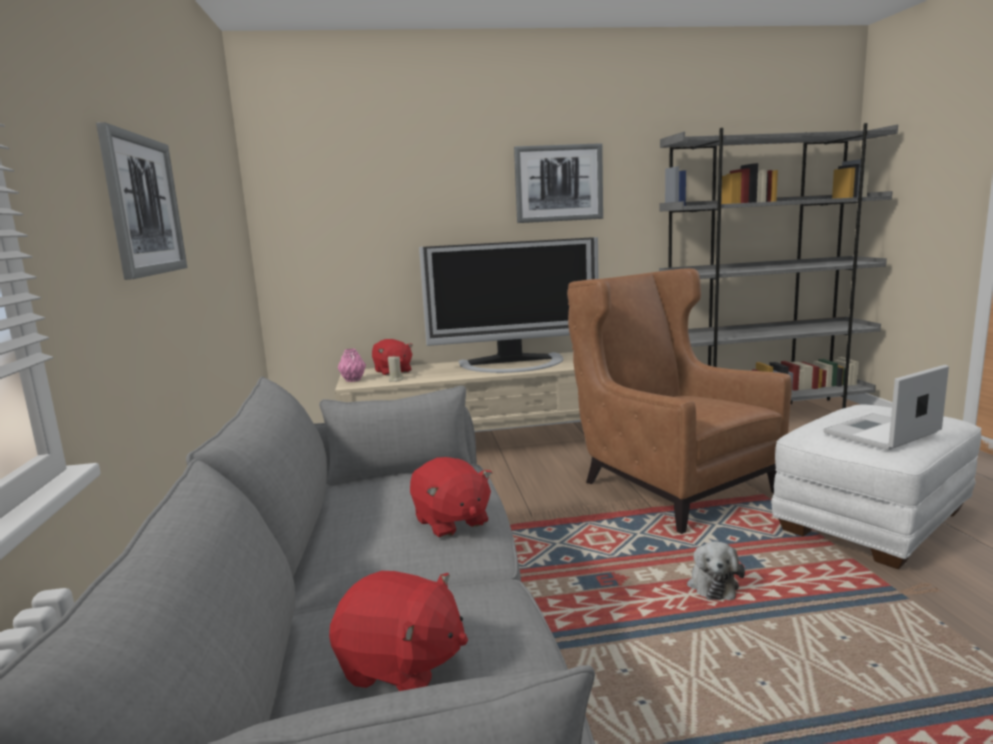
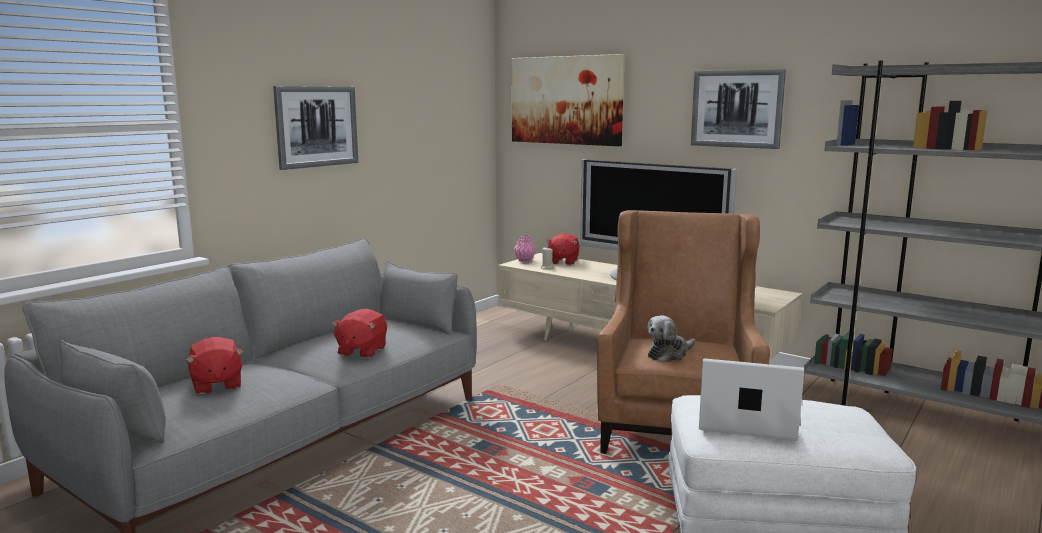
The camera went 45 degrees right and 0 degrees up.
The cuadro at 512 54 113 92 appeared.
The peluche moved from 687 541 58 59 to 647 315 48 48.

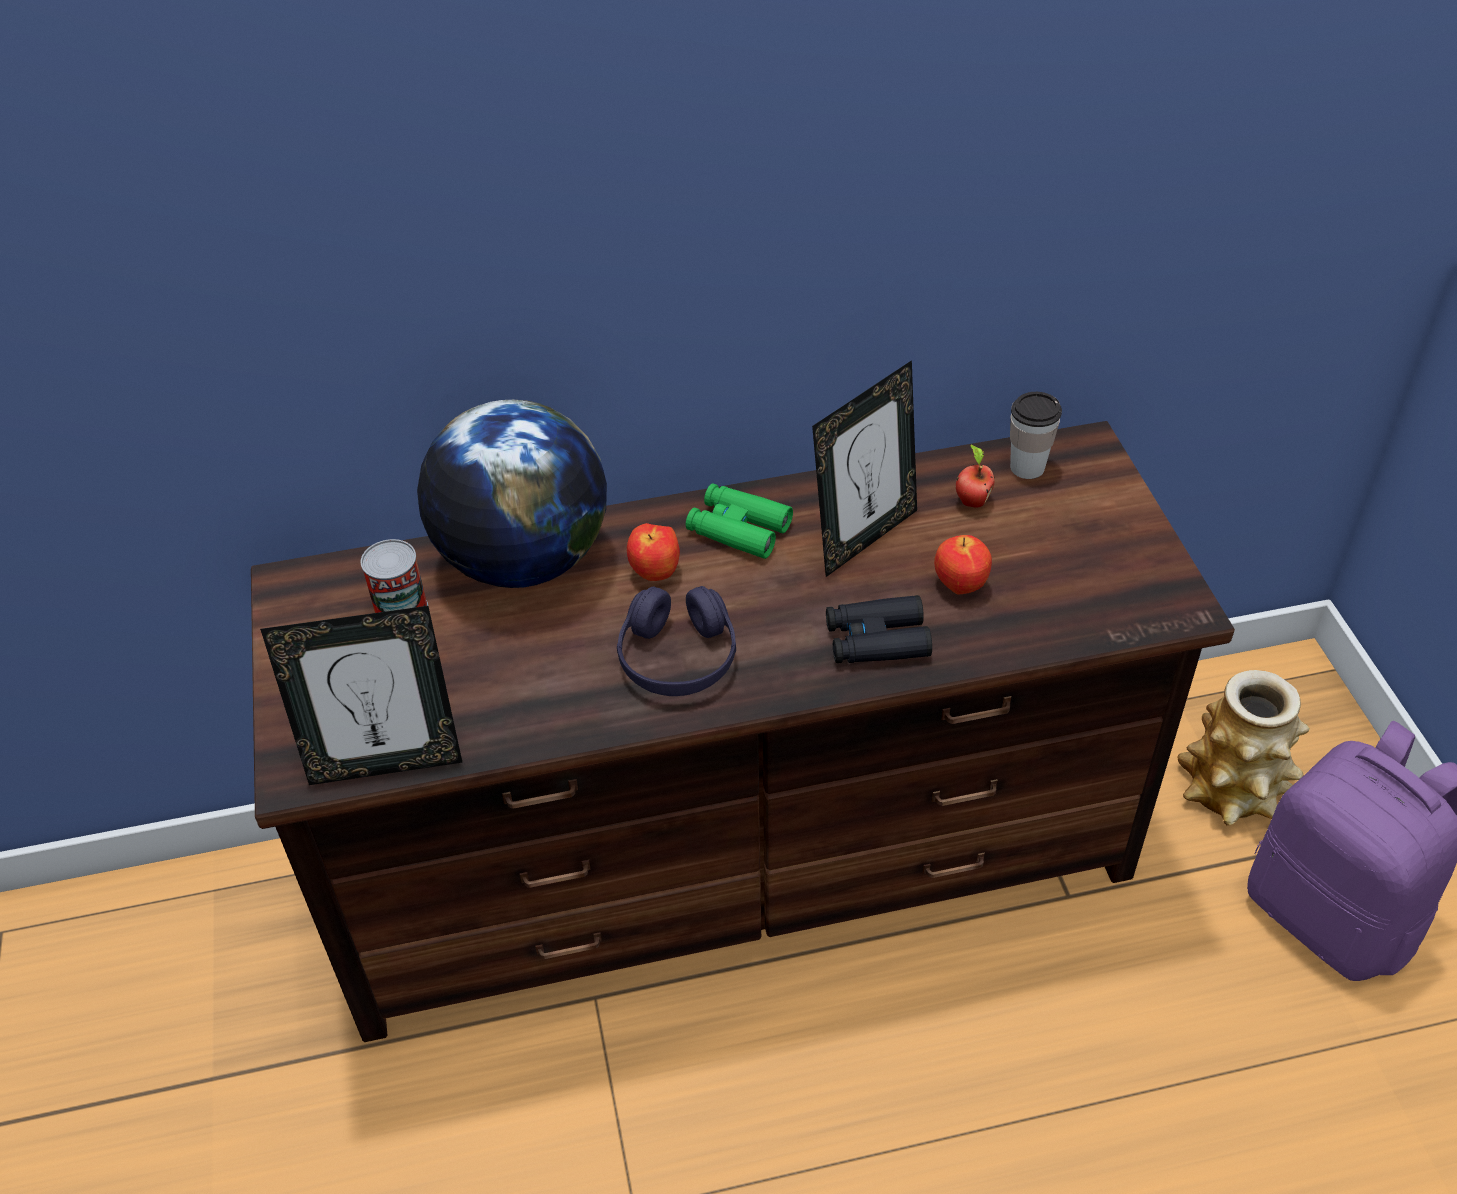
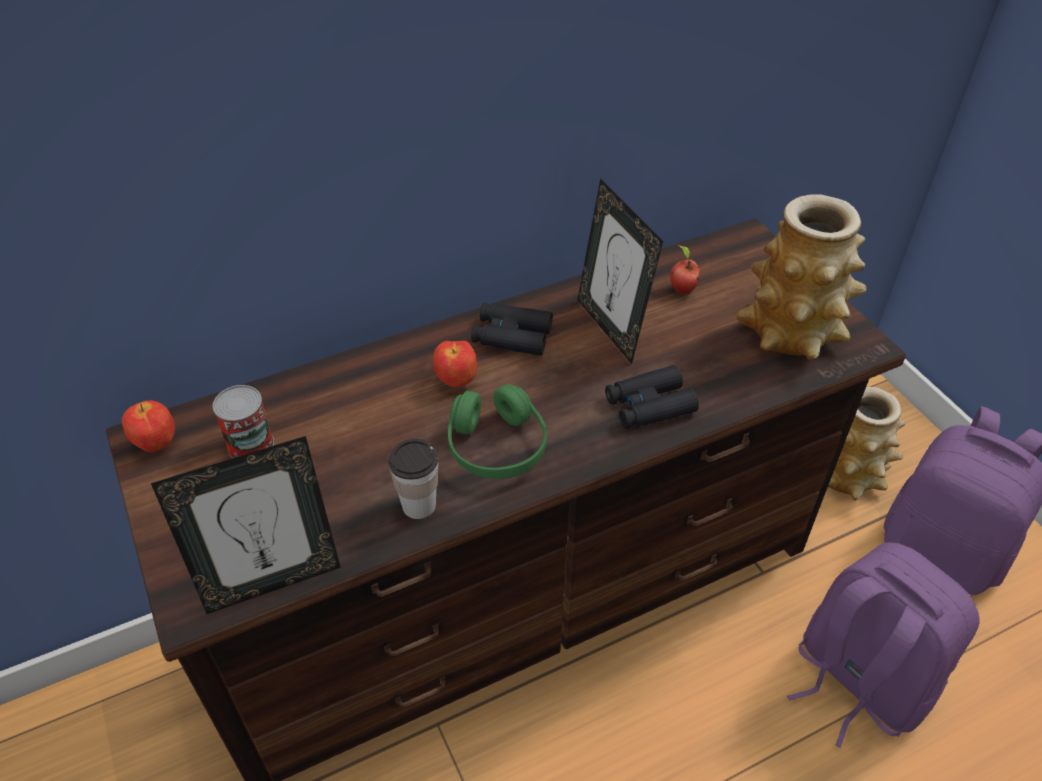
The camera went 15 degrees left and 0 degrees up.
The manzana moved from 934 535 58 60 to 122 400 53 52.
The taza moved from 1010 392 52 87 to 388 439 50 80.
The auriculares/morado at 617 586 119 110 became the auriculares/verde at 448 384 99 95.
The prismáticos/verde at 686 483 107 76 became the prismáticos/negro at 471 303 82 53.
The portarretratos at 812 360 105 217 turned 120 degrees clockwise.
The florero at 736 194 130 166 appeared.
The mochila/morado at 787 542 193 206 appeared.
The globo terráqueo at 417 400 190 188 disappeared.

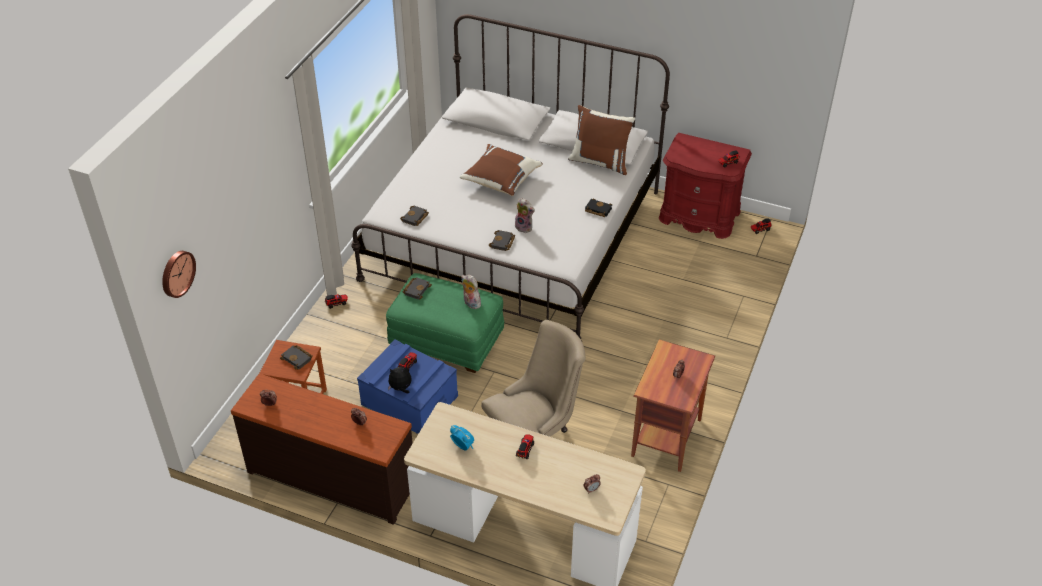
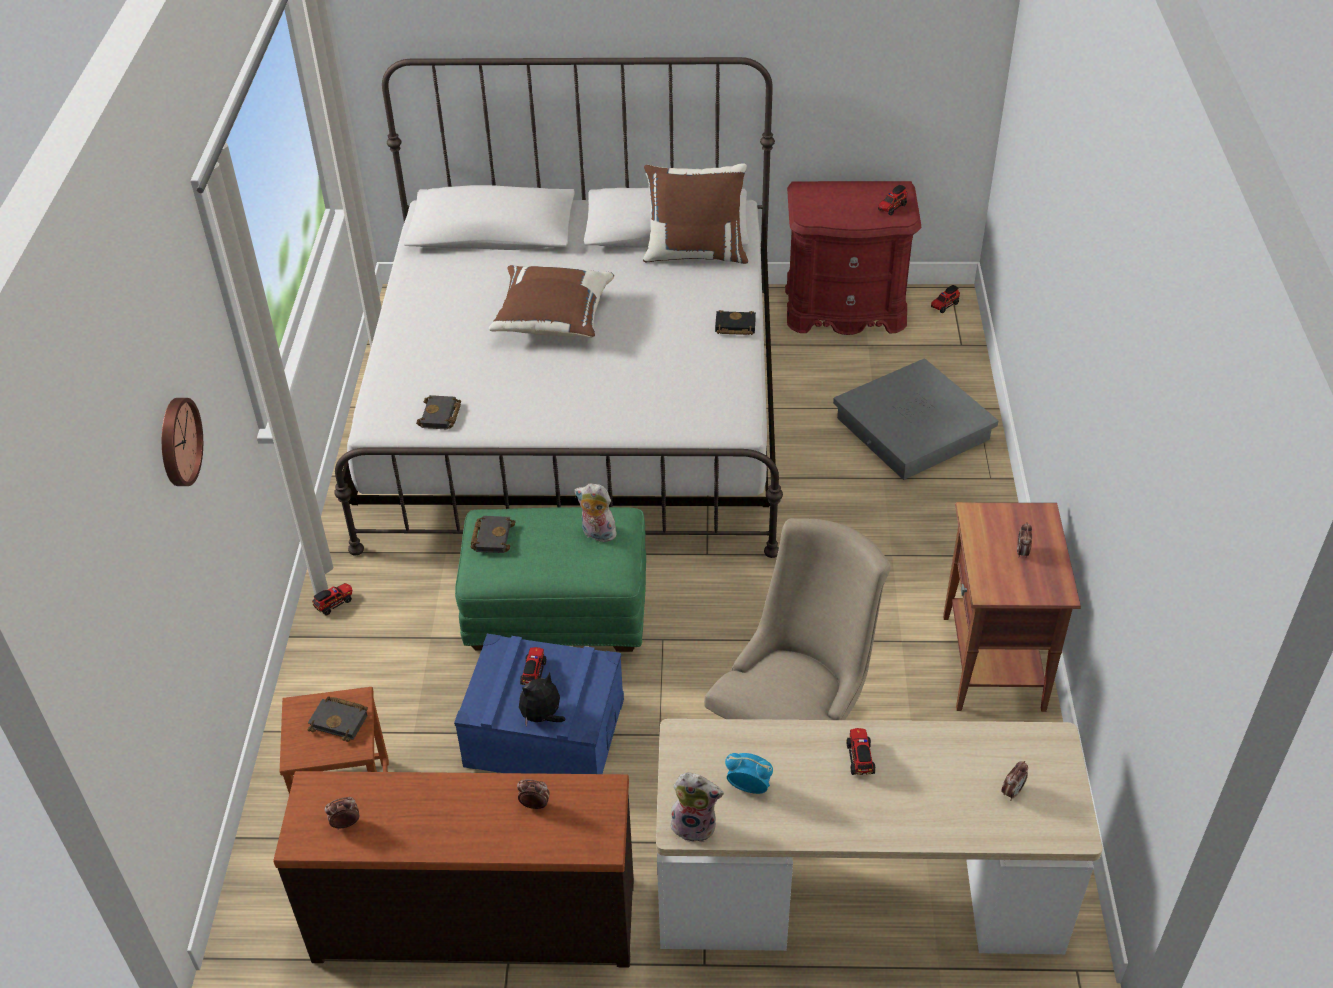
The camera went 20 degrees left and 0 degrees up.
The reloj de pared moved from 162 251 34 47 to 162 398 41 88.
The peluche moved from 515 198 20 35 to 668 772 56 70.
The caja de almacenaje/gris at 833 358 165 122 appeared.
The libro/negro at 489 230 26 21 disappeared.

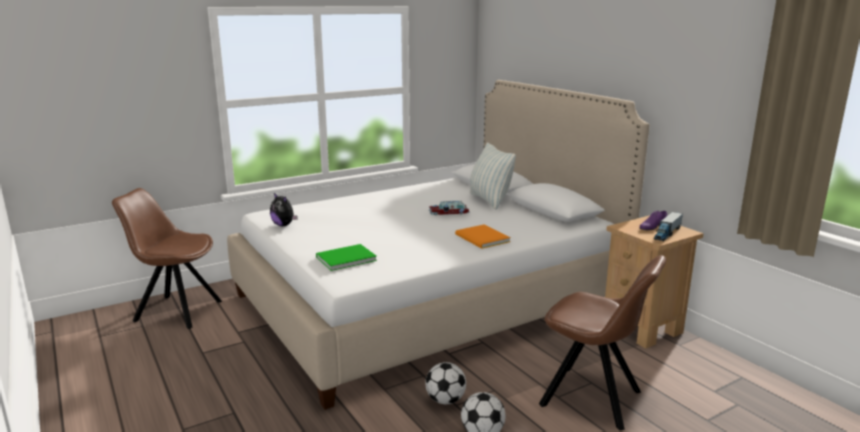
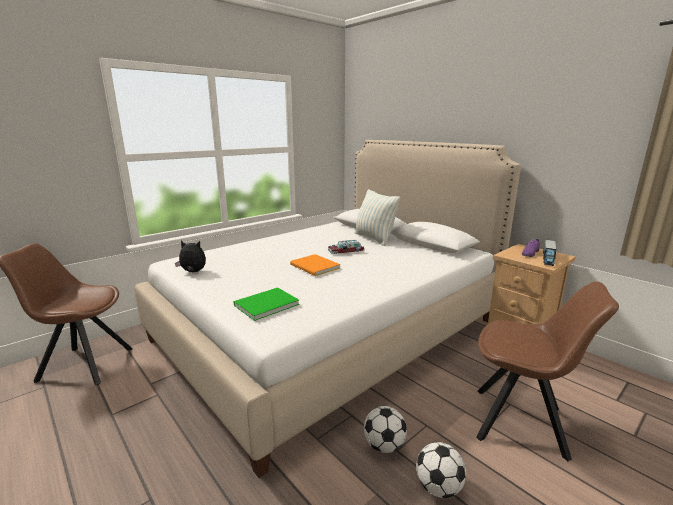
The camera went 10 degrees left and 0 degrees up.
The peluche at 270 193 27 33 turned 150 degrees clockwise.
The libro/naranja moved from 455 225 56 24 to 290 254 50 22.

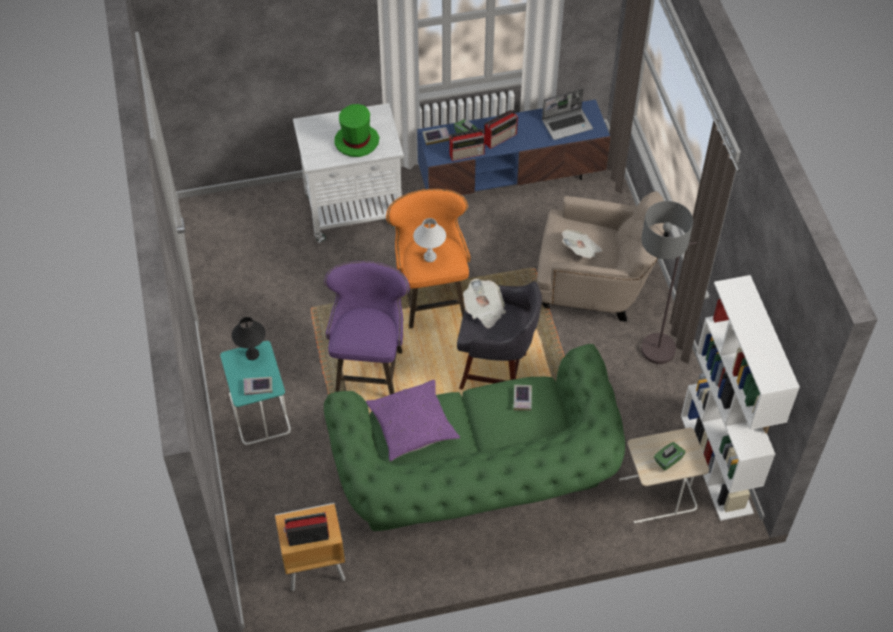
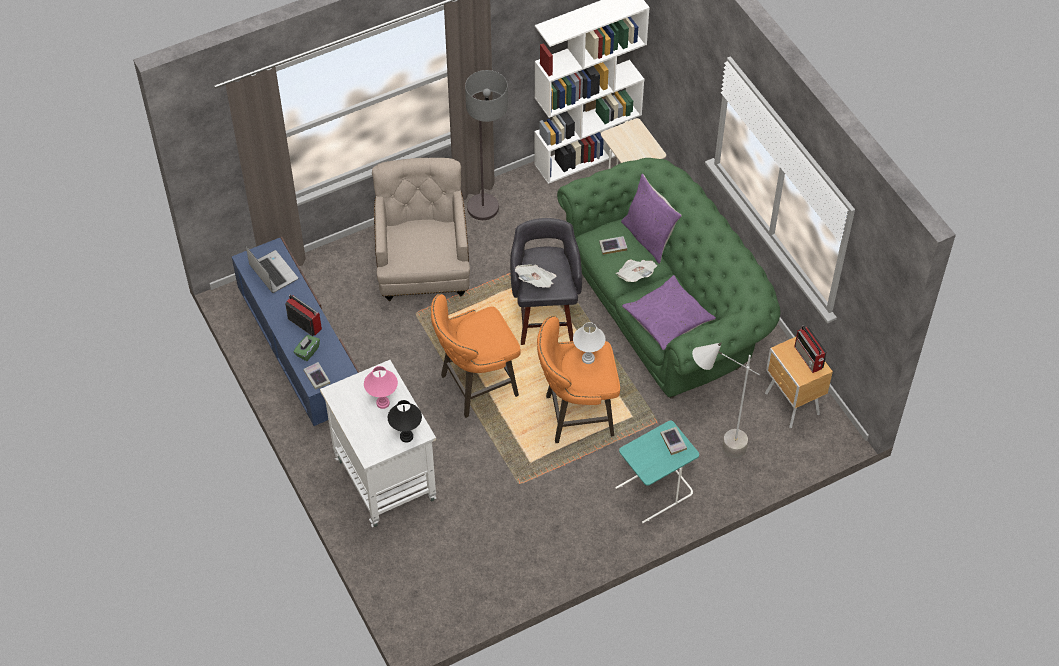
The camera went 105 degrees left and 0 degrees up.
The sombrero/verde at 334 104 45 53 was replaced by the lámpara de mesa/rosa at 364 366 34 43.
The lámpara de mesa/negro moved from 232 317 34 43 to 388 400 34 43.
The taburete/morado at 324 261 86 134 became the taburete/naranja at 537 316 83 127.
The lámpara de mesa/blanco moved from 413 218 33 44 to 573 322 33 42.
The periódico moved from 562 229 41 30 to 616 259 41 23.
The cojín/morado at 621 174 61 90 appeared.
The lámpara de pie/gris at 692 343 68 115 appeared.
The radio at 449 129 37 32 disappeared.
The caja de pañuelos/verde at 654 442 31 29 disappeared.

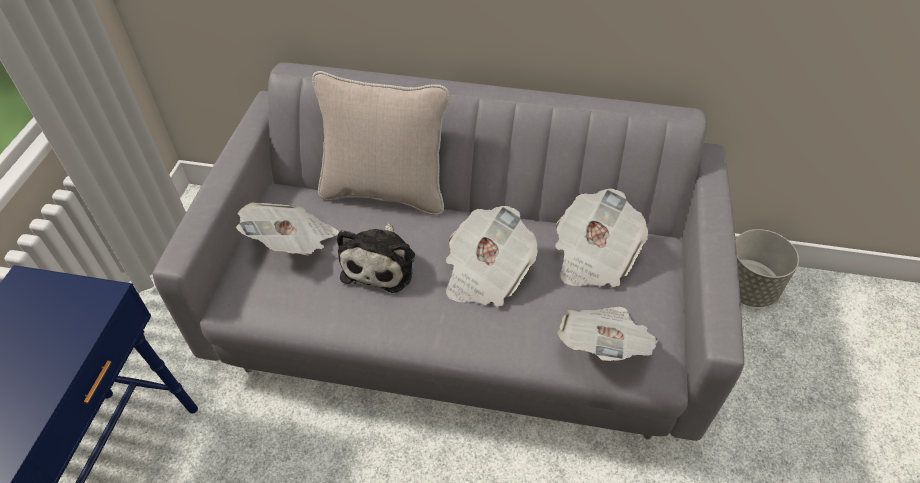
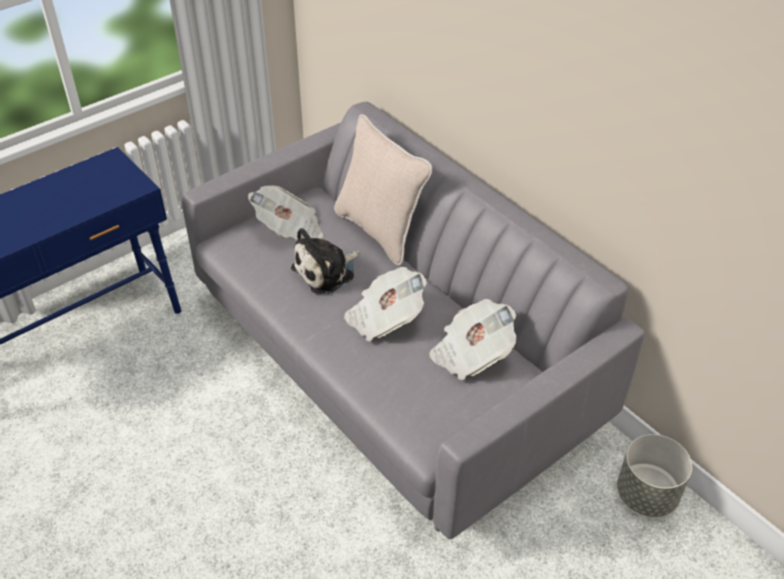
The camera went 40 degrees right and 5 degrees down.
The periódico at 558 306 100 55 disappeared.

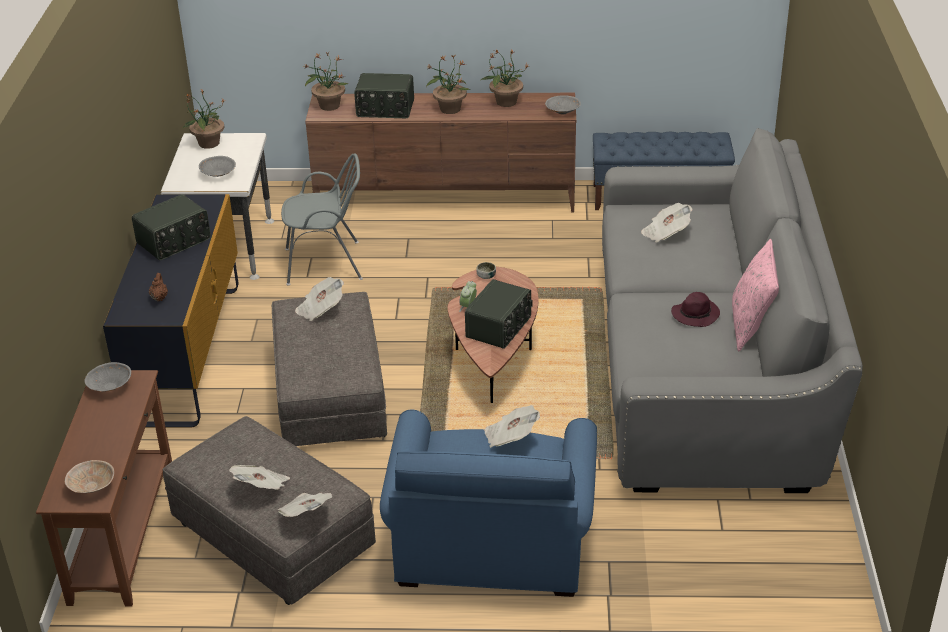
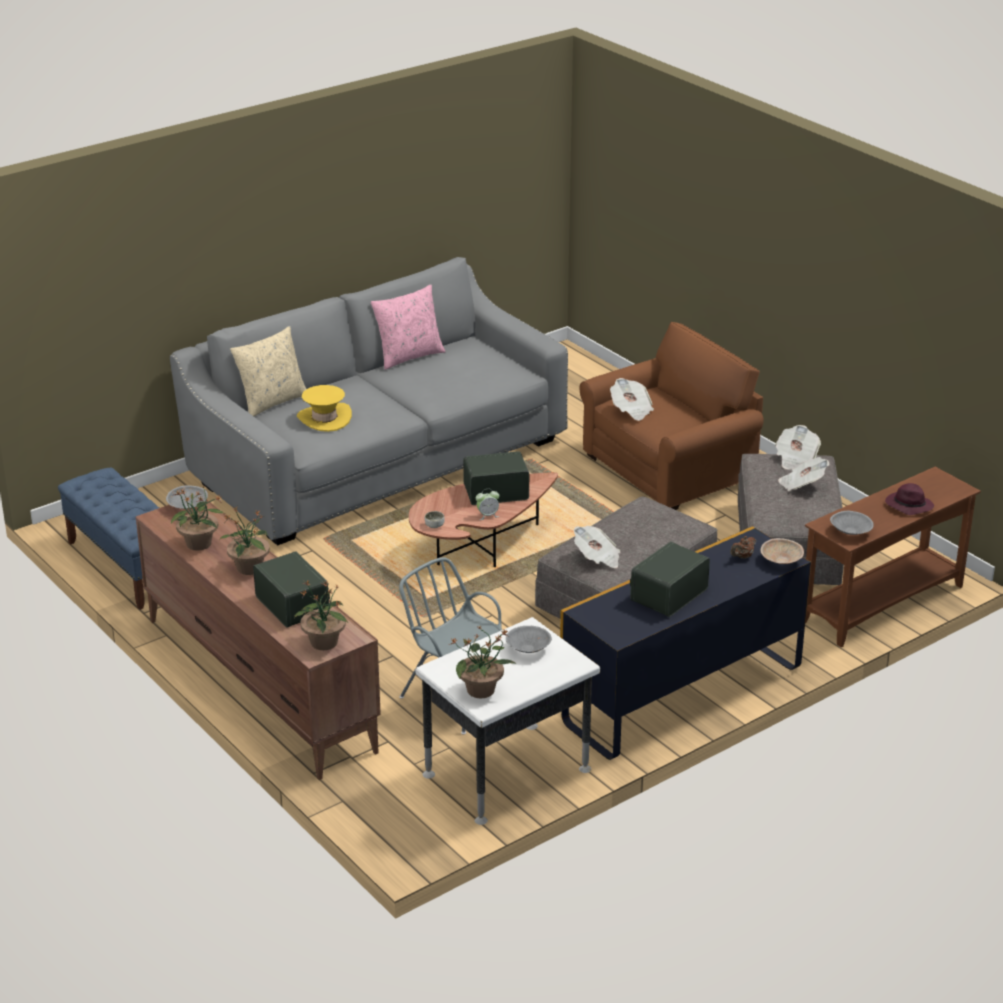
The camera went 130 degrees left and 5 degrees down.
The cojín/beis at 230 326 76 90 appeared.
The periódico at 641 203 52 39 was replaced by the sombrero/amarillo at 297 385 55 47.
The sillón/azul at 380 410 217 187 became the sillón/marrón at 580 322 184 188.
The radio at 132 194 79 66 turned 60 degrees counterclockwise.
The cuenco/beis moved from 64 460 50 33 to 761 538 43 26.
The sombrero/morado moved from 671 292 49 35 to 885 483 49 32.

